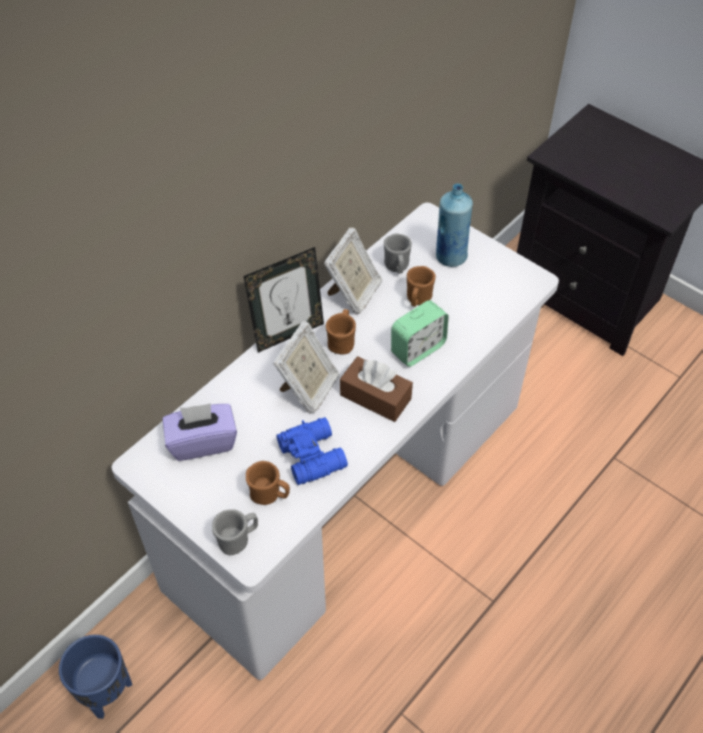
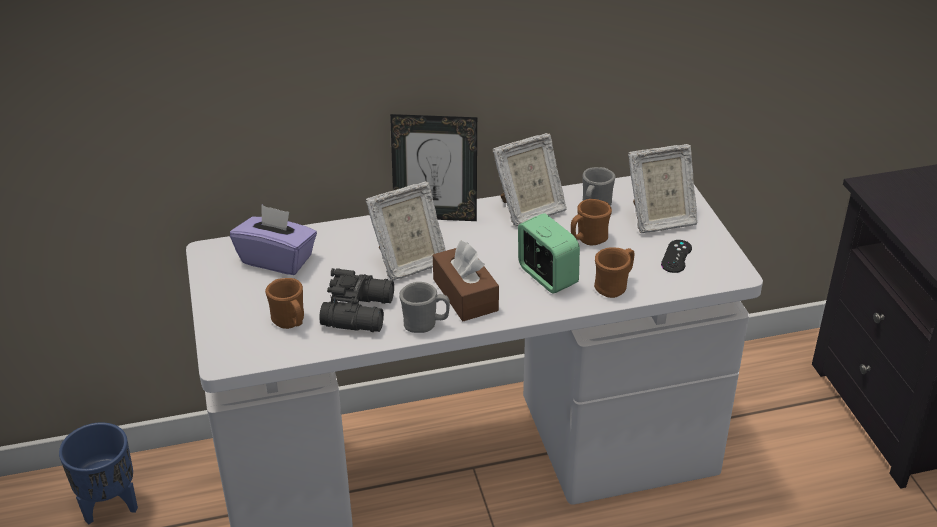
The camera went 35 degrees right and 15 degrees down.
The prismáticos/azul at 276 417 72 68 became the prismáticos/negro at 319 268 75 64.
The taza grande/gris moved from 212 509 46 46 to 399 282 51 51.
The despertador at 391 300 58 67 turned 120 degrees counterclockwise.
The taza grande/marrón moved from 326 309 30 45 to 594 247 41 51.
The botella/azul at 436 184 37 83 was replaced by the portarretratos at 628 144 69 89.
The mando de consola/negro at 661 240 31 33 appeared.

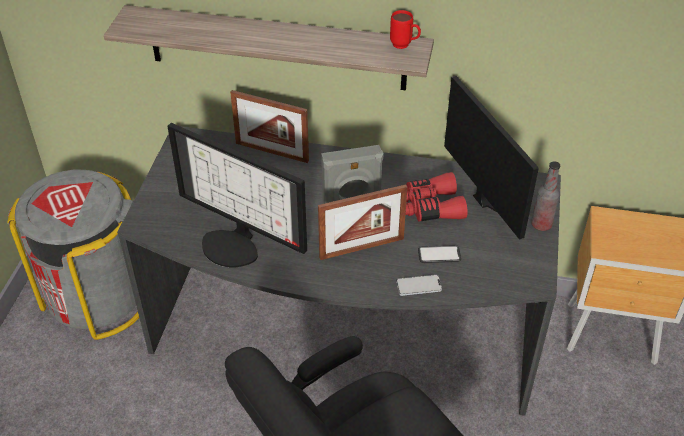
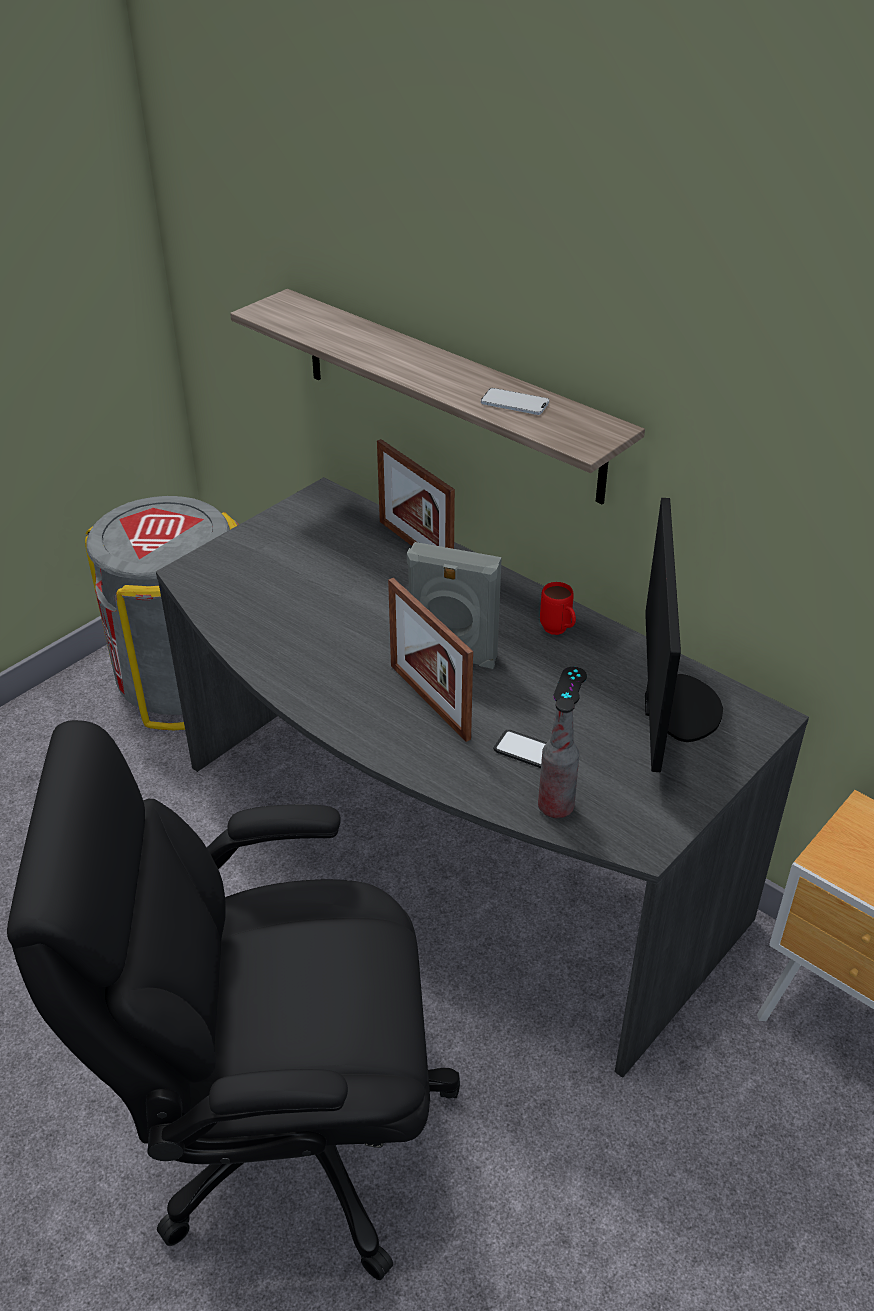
The camera went 30 degrees right and 5 degrees down.
The portarretratos at 318 184 89 76 turned 45 degrees clockwise.
The móvil moved from 396 275 46 21 to 481 388 68 27.
The botella moved from 531 161 29 70 to 538 698 41 120.
The taza grande/rojo moved from 390 10 31 39 to 540 582 36 53.
The prismáticos/rojo at 405 172 63 49 was replaced by the mando de consola/negro at 553 667 34 37.
The monitor at 167 123 140 145 disappeared.

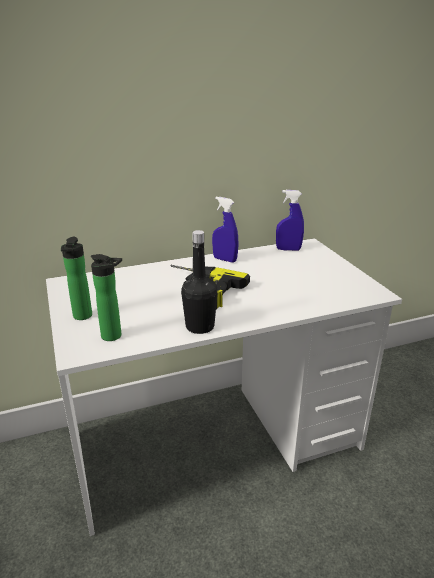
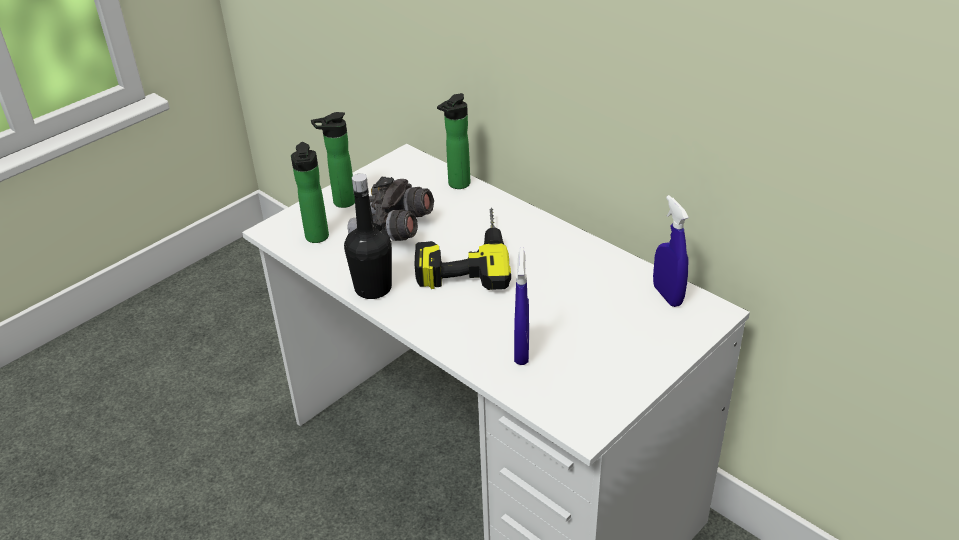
The camera went 65 degrees right and 10 degrees up.
The prismáticos/gris at 347 177 87 64 appeared.
The botella at 437 93 33 96 appeared.
The pulverizador/azul moved from 212 197 27 66 to 514 247 15 118.

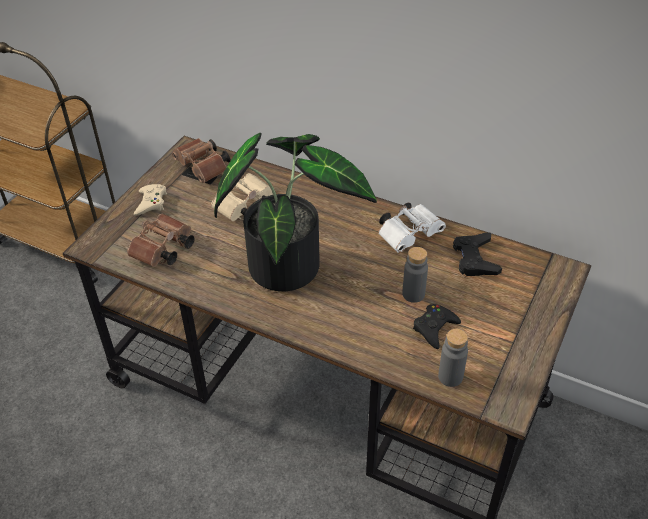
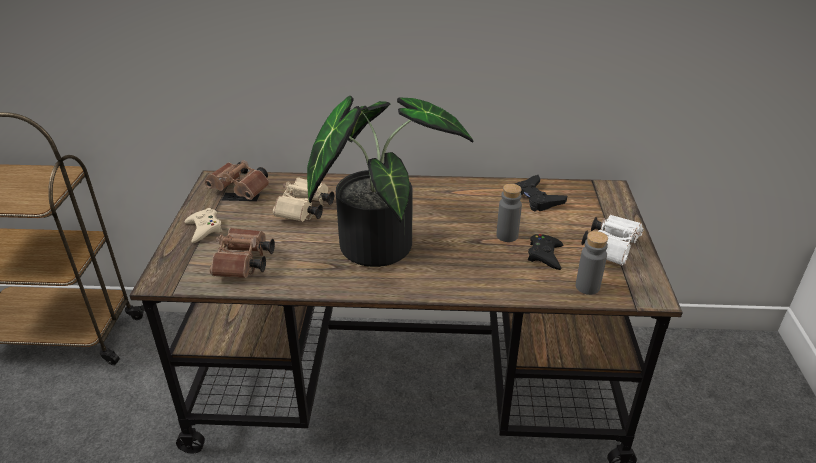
The camera went 25 degrees left and 10 degrees down.
The prismáticos/blanco moved from 378 203 68 50 to 581 215 63 51.

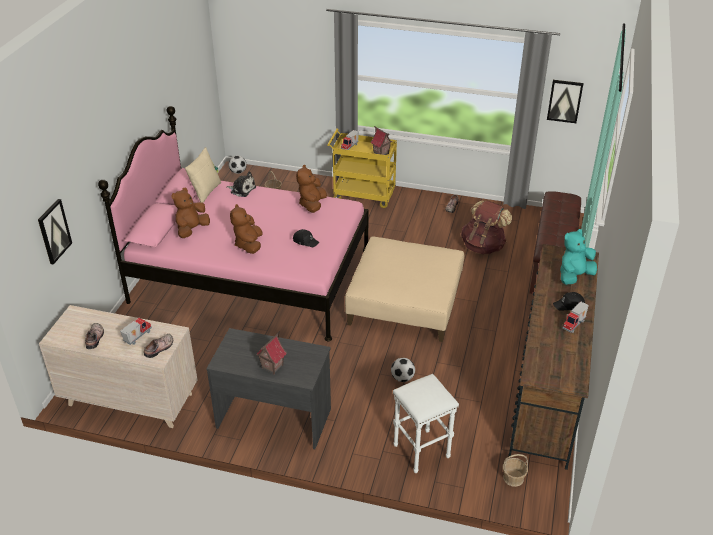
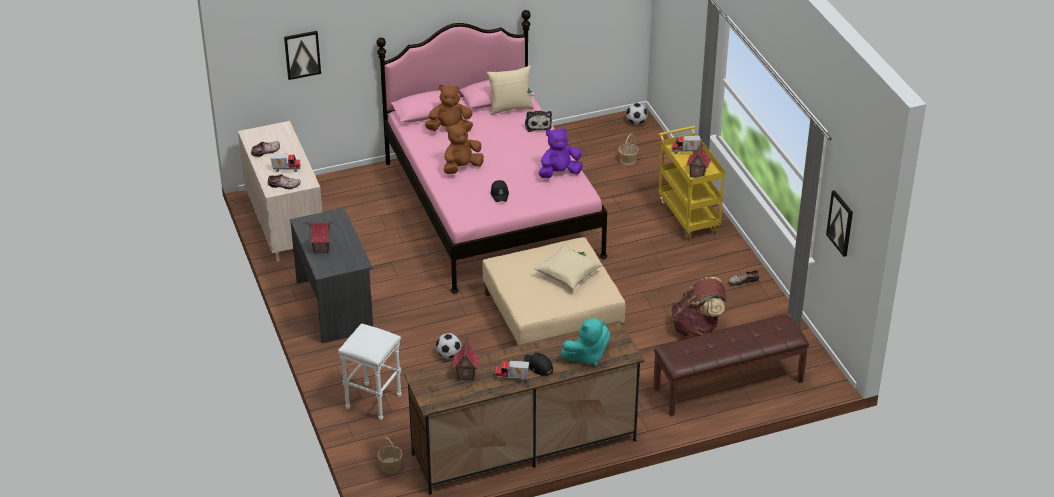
The camera went 55 degrees right and 0 degrees up.
The casita at 453 337 27 44 appeared.
The cojín/beis at 534 244 69 46 appeared.
The peluche/marrón at 296 165 31 48 became the peluche/morado at 538 128 45 50.
The peluche/turquesa at 560 229 37 56 turned 135 degrees clockwise.

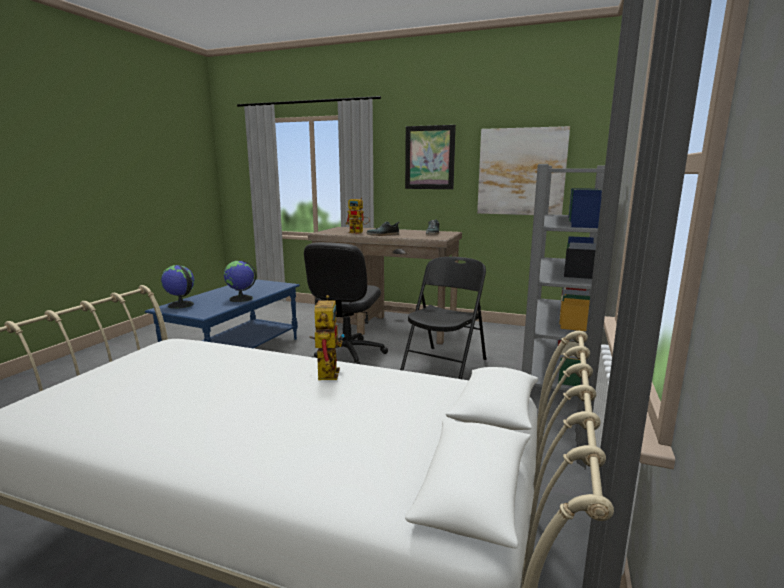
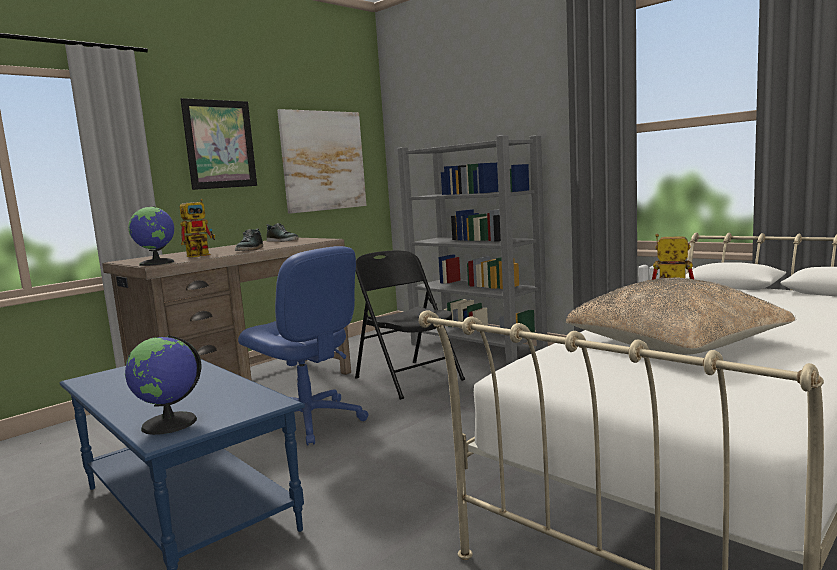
The camera went 65 degrees left and 5 degrees down.
The globo terráqueo moved from 224 261 32 41 to 128 206 46 60.
The silla de oficina/negro at 304 242 84 122 became the silla de oficina/azul at 238 246 131 200.
The cojín/beis at 566 277 229 78 appeared.

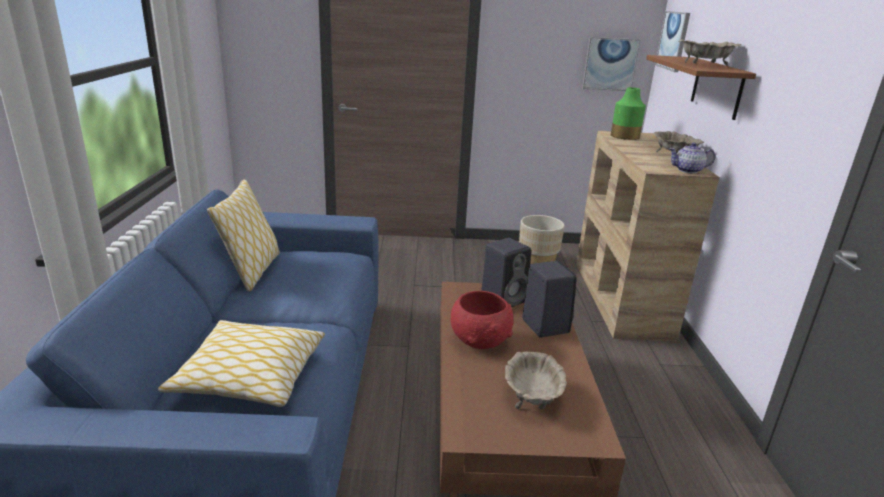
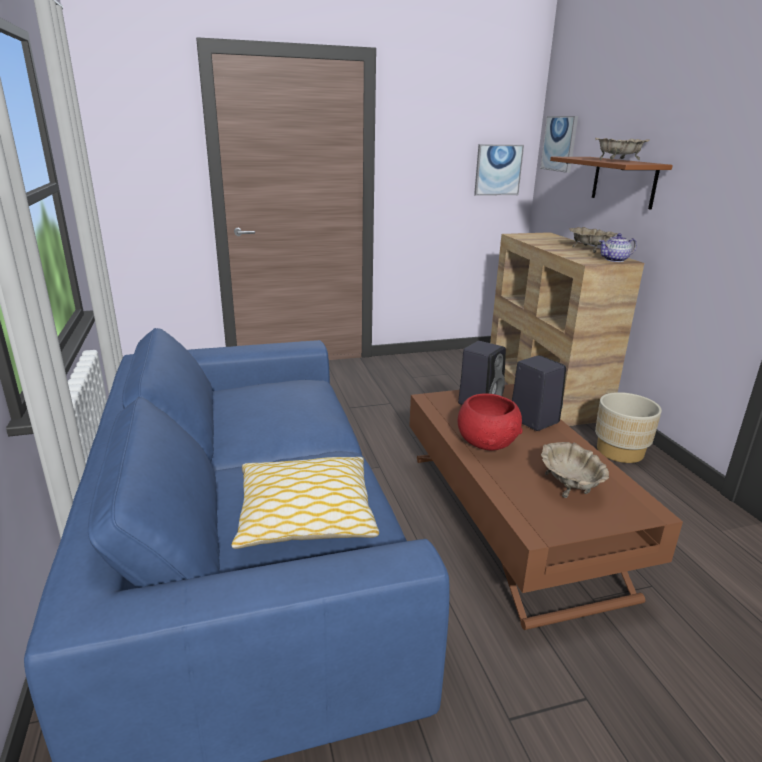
The camera went 15 degrees left and 0 degrees up.
The maceta/beis moved from 519 215 46 49 to 595 392 67 71.
The cojín at 207 179 73 113 disappeared.
The florero/verde at 611 87 35 53 disappeared.

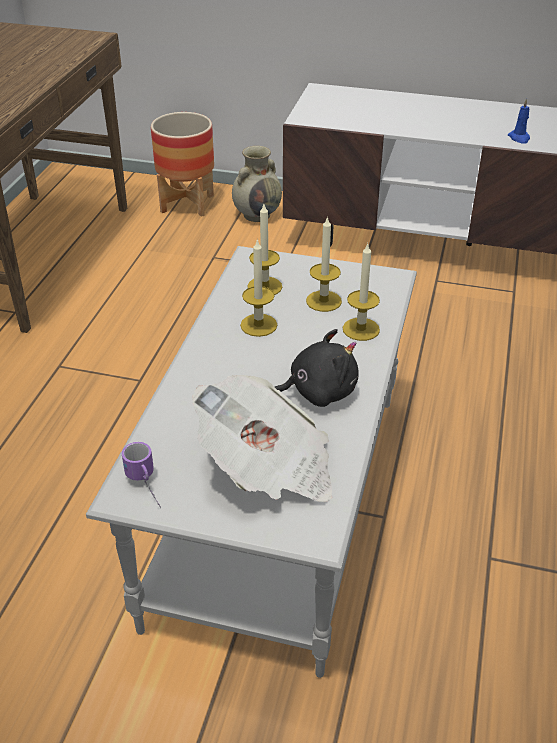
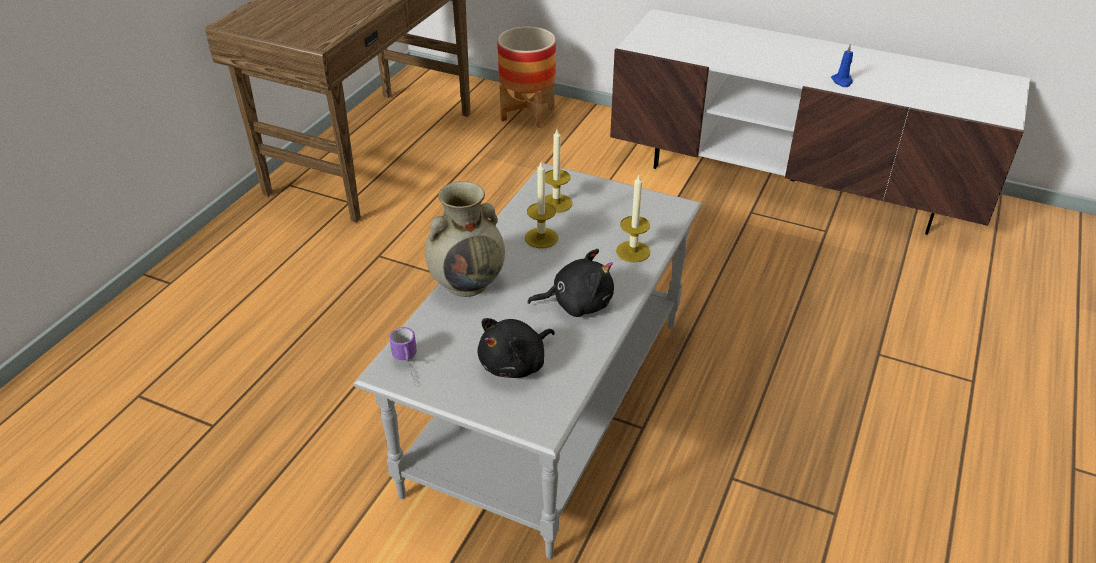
The camera went 10 degrees right and 0 degrees up.
The florero/beis moved from 232 146 50 76 to 425 181 80 116.
The periódico at 192 375 140 127 was replaced by the peluche/negro at 478 318 77 60.
The vela at 306 216 36 96 disappeared.

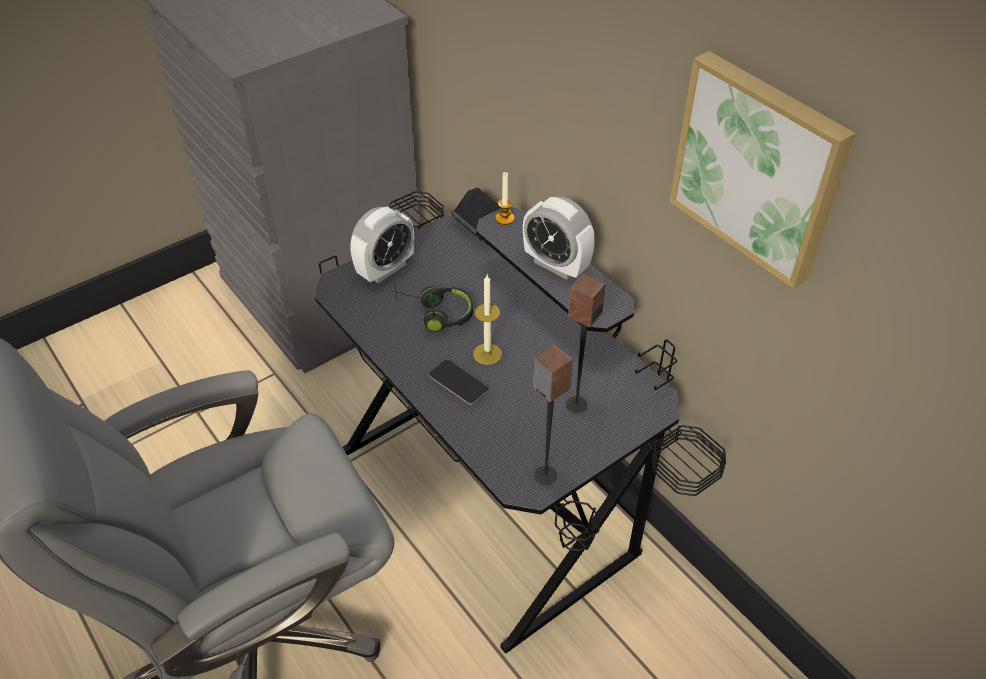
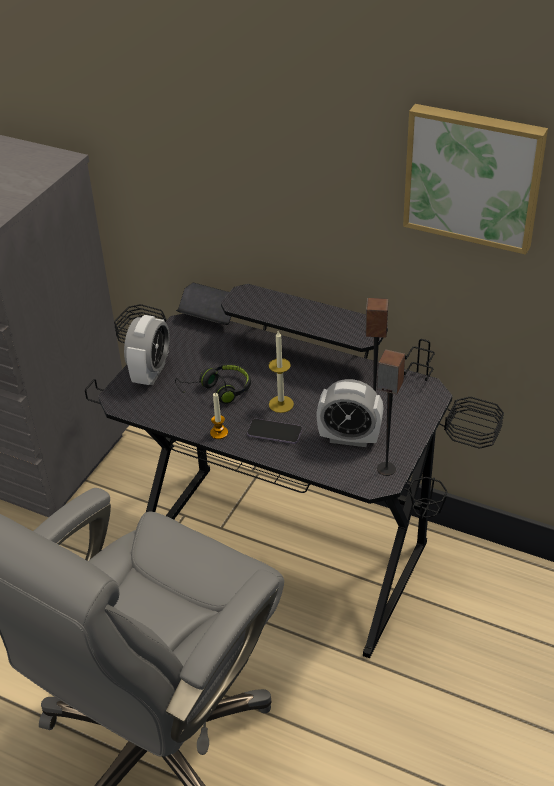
The camera went 25 degrees left and 5 degrees down.
The vela moved from 495 172 20 53 to 210 393 18 46.
The despertador moved from 523 197 72 83 to 316 379 68 68.

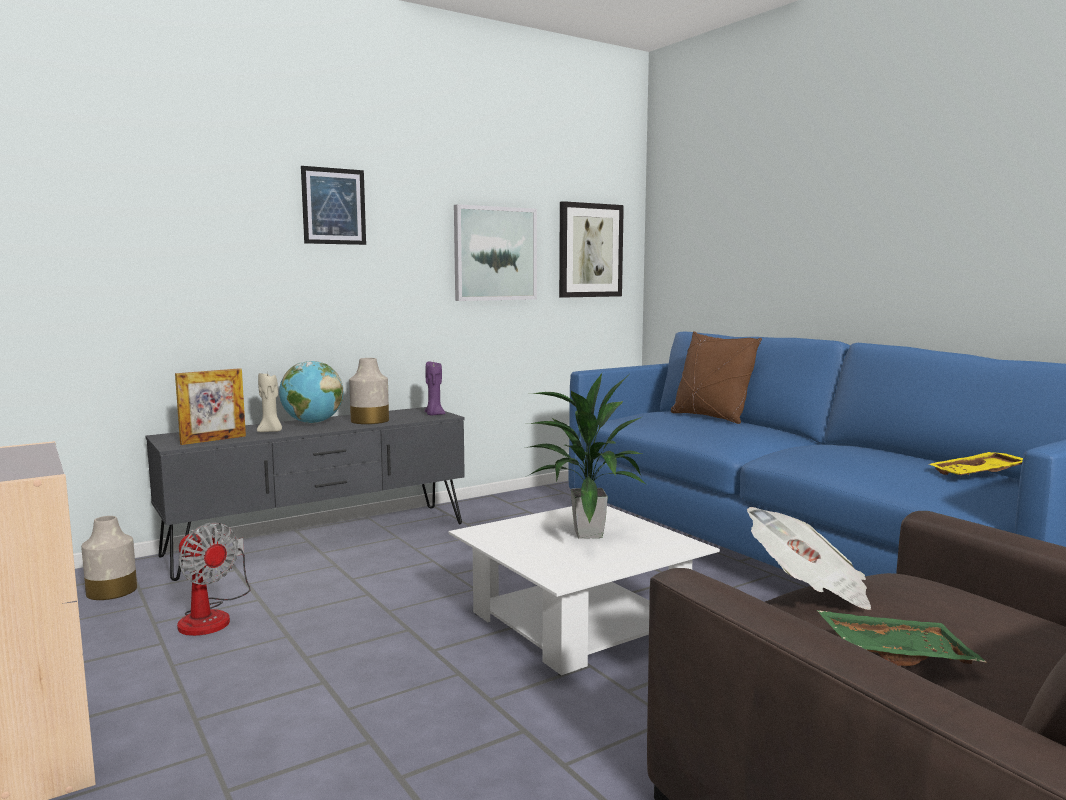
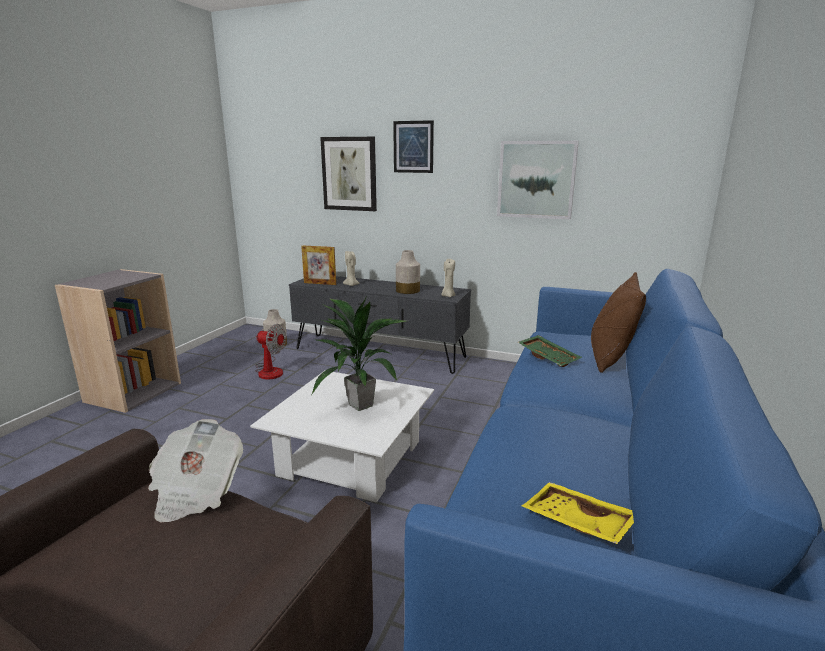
The camera went 55 degrees right and 10 degrees up.
The ventilador at 177 523 74 113 turned 75 degrees counterclockwise.
The cuadro moved from 559 201 65 97 to 320 137 57 74.
The vela/morado at 425 361 21 55 became the vela/beis at 442 259 13 38.
The bandeja/verde moved from 817 610 169 56 to 518 335 64 32.
The globo terráqueo at 279 361 64 63 disappeared.

